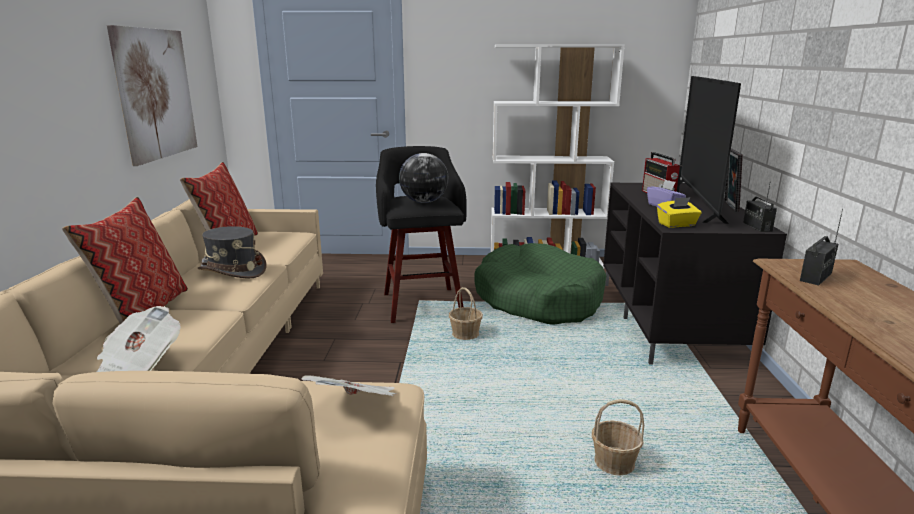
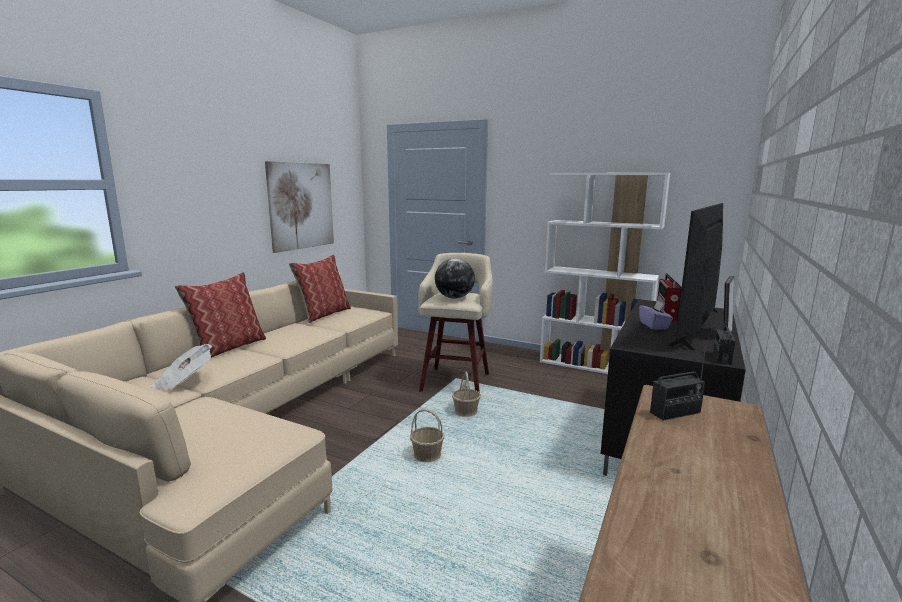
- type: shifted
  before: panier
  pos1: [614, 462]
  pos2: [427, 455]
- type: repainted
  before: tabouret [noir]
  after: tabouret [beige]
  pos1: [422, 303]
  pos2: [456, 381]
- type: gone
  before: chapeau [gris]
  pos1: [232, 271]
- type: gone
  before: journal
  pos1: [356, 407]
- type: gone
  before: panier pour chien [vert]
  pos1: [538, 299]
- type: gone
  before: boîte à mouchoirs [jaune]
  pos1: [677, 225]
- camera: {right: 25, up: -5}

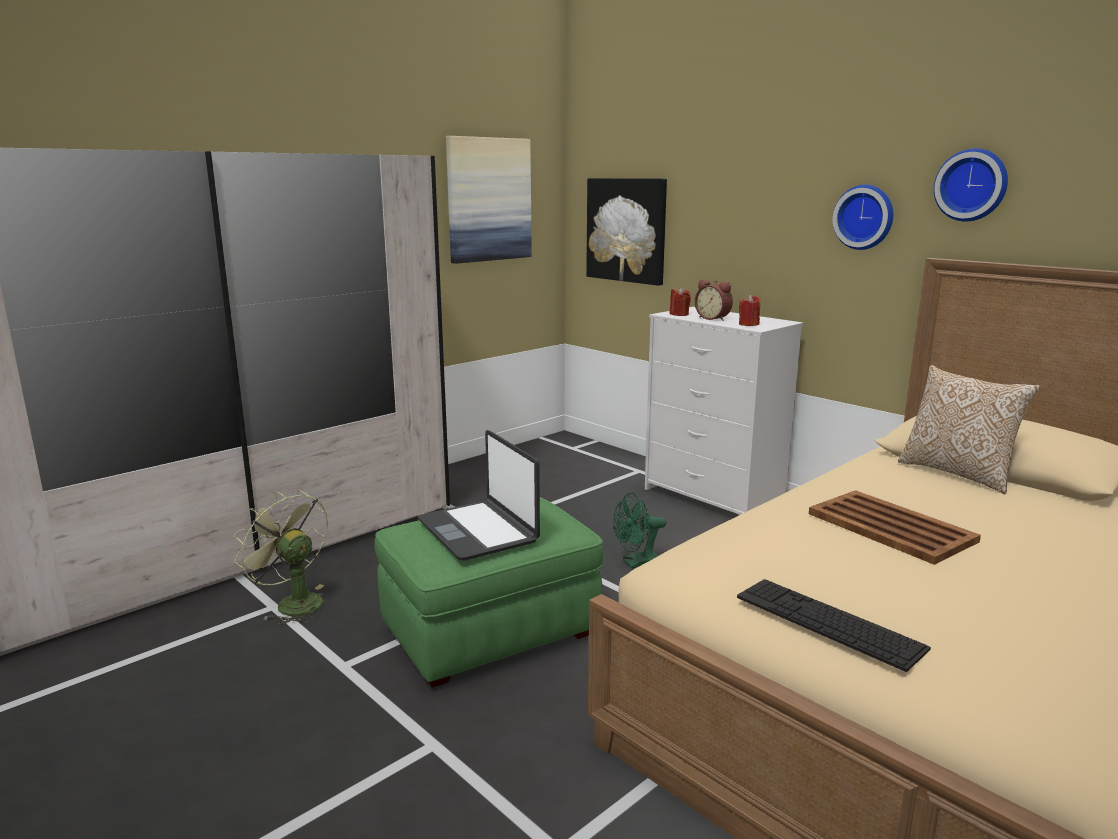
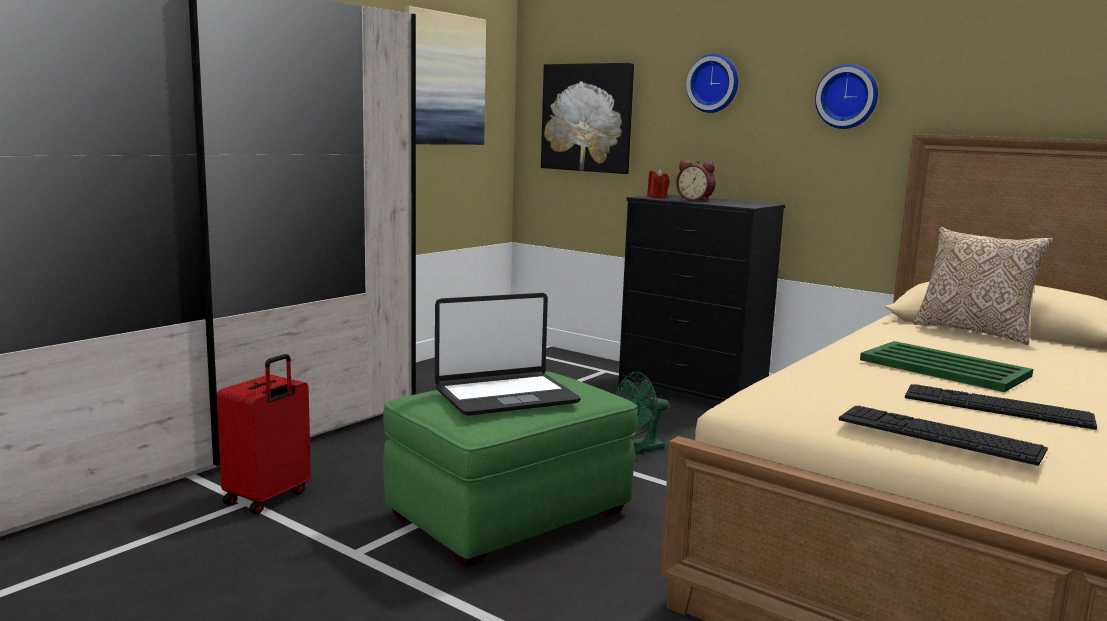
- type: swapped
  before: ventilateur [vert]
  after: valise [rouge]
  pos1: [292, 603]
  pos2: [268, 498]
- type: rotated
  before: ordinateur portable
  pos1: [479, 531]
  pos2: [505, 396]
  turn: -75
- type: repainted
  before: commode [blanc]
  after: commode [noir]
  pos1: [714, 497]
  pos2: [693, 392]
- type: shifted
  before: horloge murale
  pos1: [972, 185]
  pos2: [714, 83]
- type: repainted
  before: plateau [marron]
  after: plateau [vert]
  pos1: [891, 528]
  pos2: [945, 368]
- type: new
  after: clavier
  pos2: [997, 406]
- type: gone
  before: bougie [rouge]
  pos1: [748, 324]
- camera: {right: -10, up: -5}

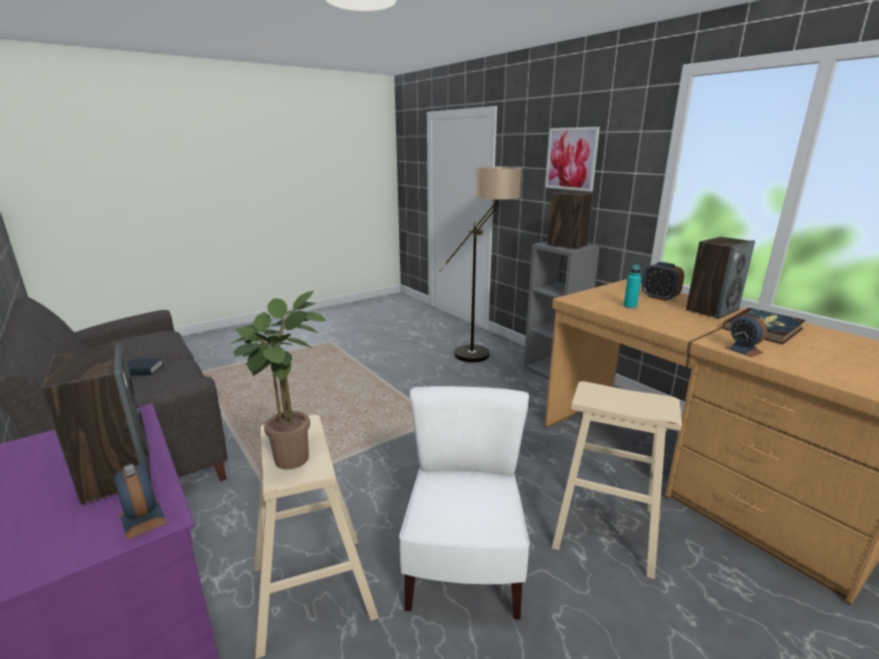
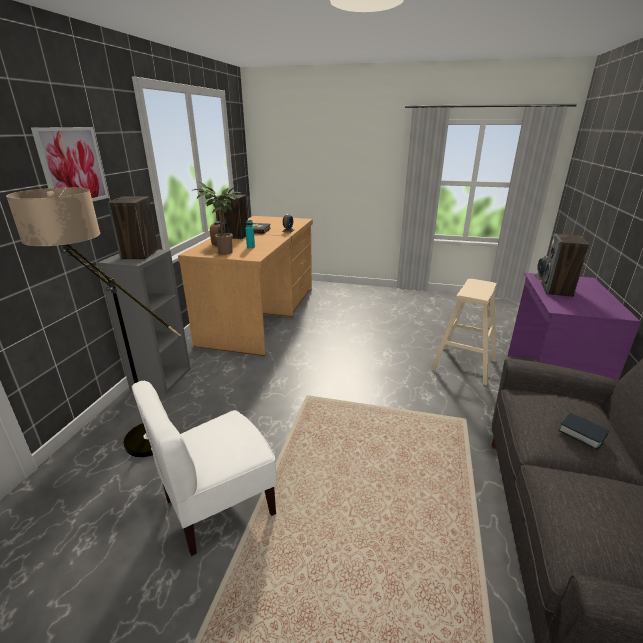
- type: shifted
  before: chaise [blanc]
  pos1: [464, 569]
  pos2: [219, 506]
- type: shifted
  before: plante en pot
  pos1: [291, 455]
  pos2: [223, 253]
- type: gone
  before: tabouret [beige]
  pos1: [605, 527]
- camera: {right: -130, up: 5}

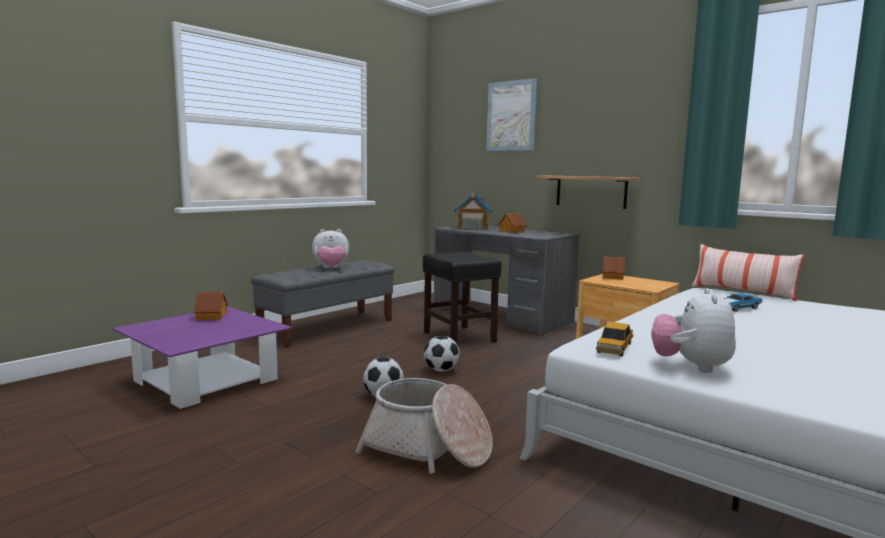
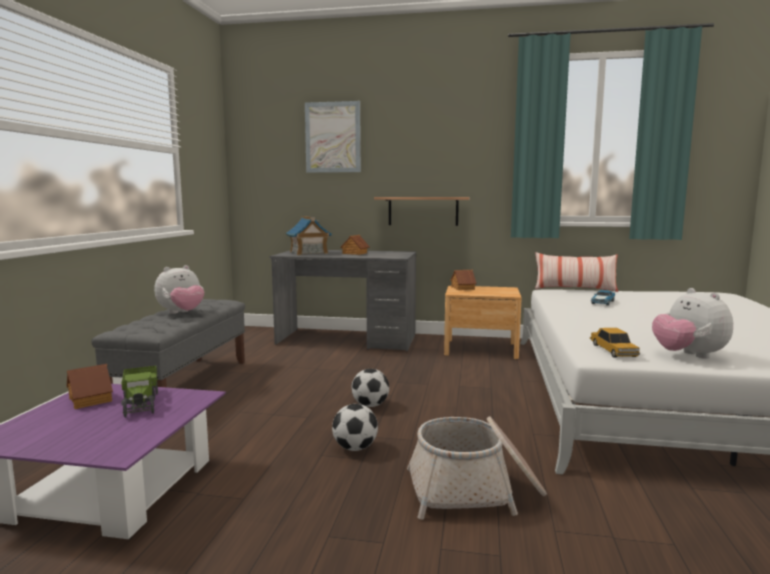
- type: new
  after: camion jouet
  pos2: [141, 402]
- type: gone
  before: tabouret [noir]
  pos1: [458, 337]
- camera: {right: -30, up: 0}

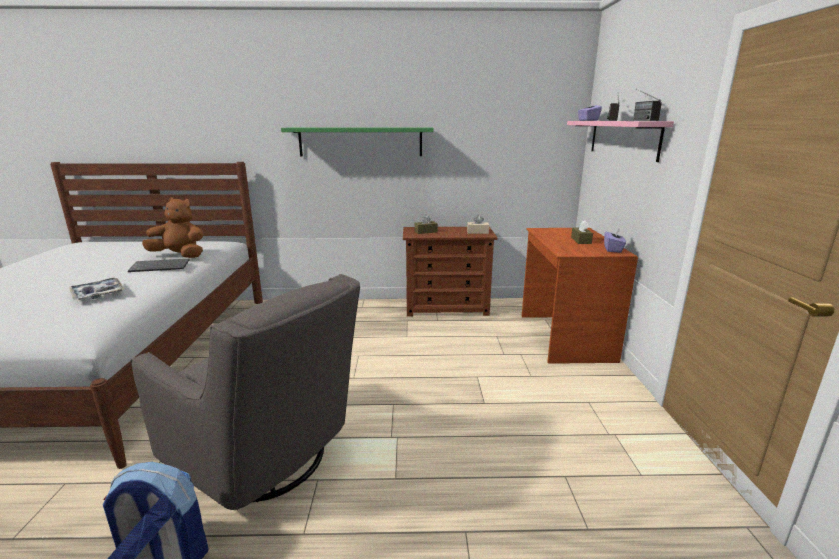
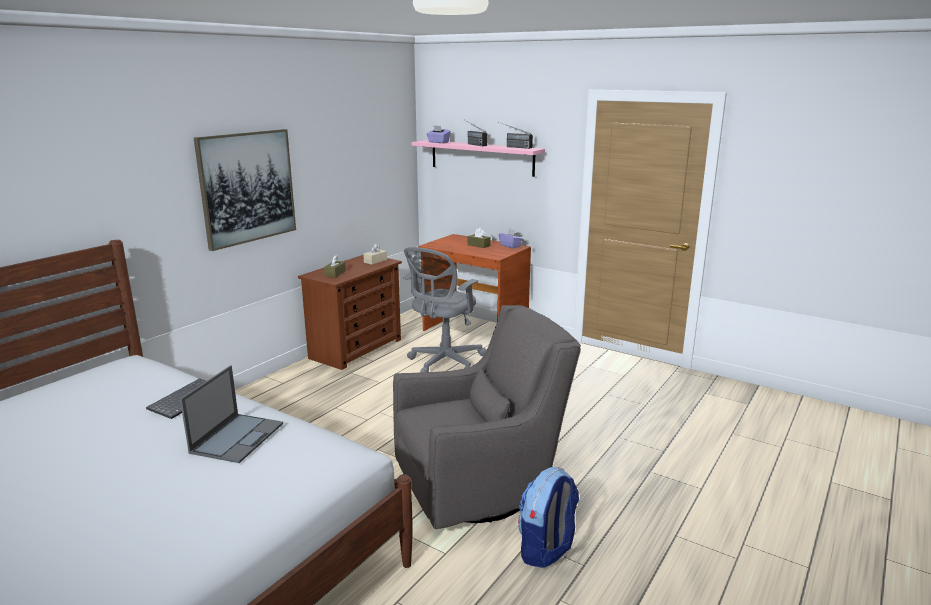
- type: swapped
  before: plateau
  after: ordinateur portable
  pos1: [98, 294]
  pos2: [238, 437]
- type: swapped
  before: étagère [vert]
  after: tableau
  pos1: [360, 142]
  pos2: [247, 187]
- type: new
  after: chaise de bureau [gris]
  pos2: [444, 362]
- type: gone
  before: peluche [marron]
  pos1: [180, 256]
- camera: {right: -55, up: 0}

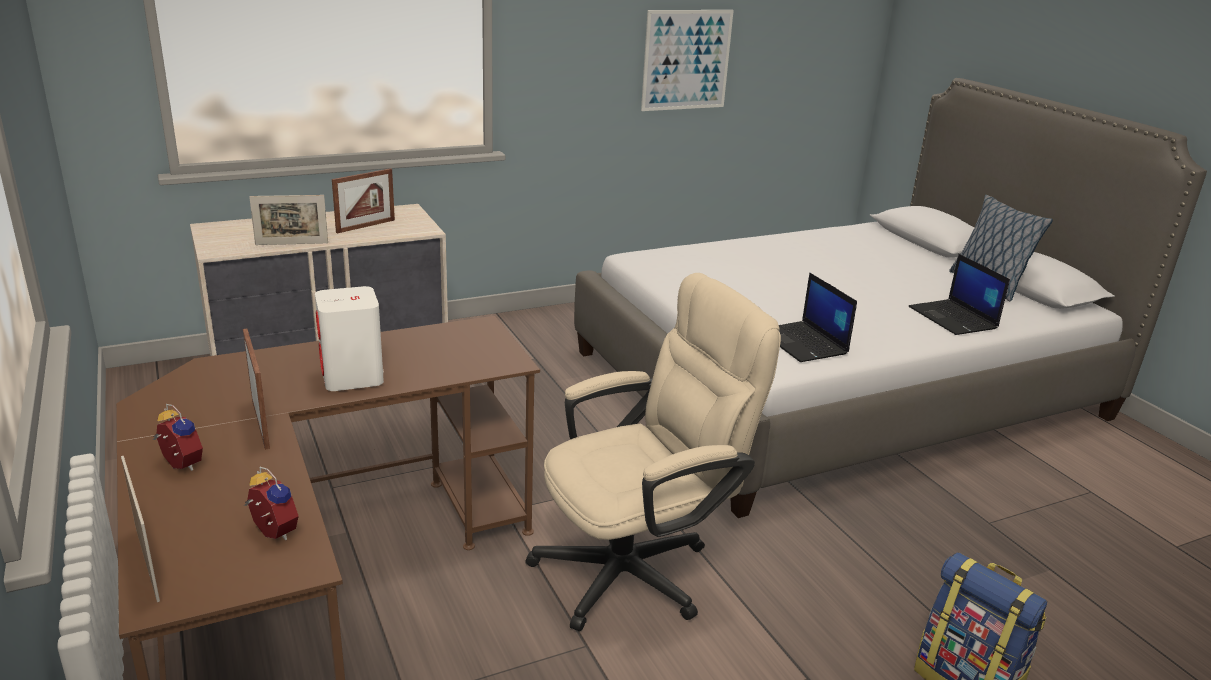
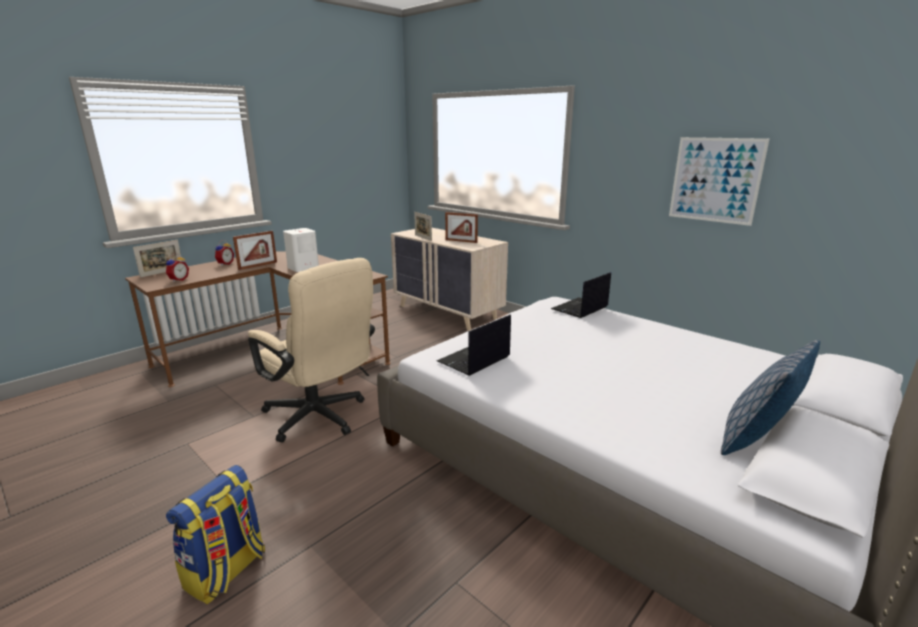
- type: shifted
  before: ordinateur portable
  pos1: [954, 318]
  pos2: [580, 308]
- camera: {right: 70, up: -5}

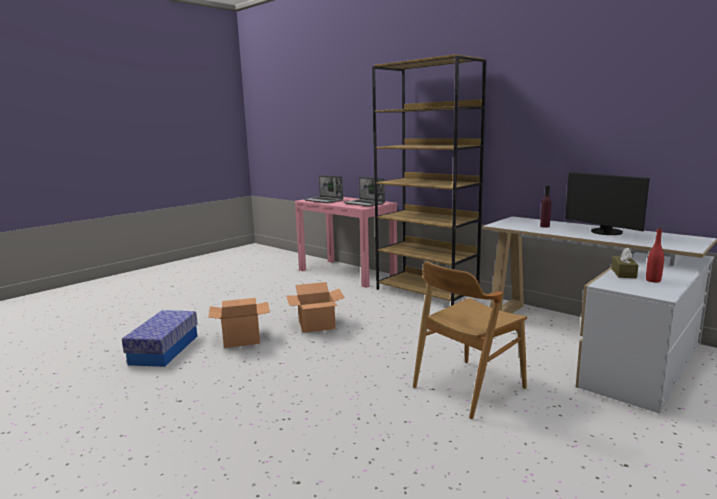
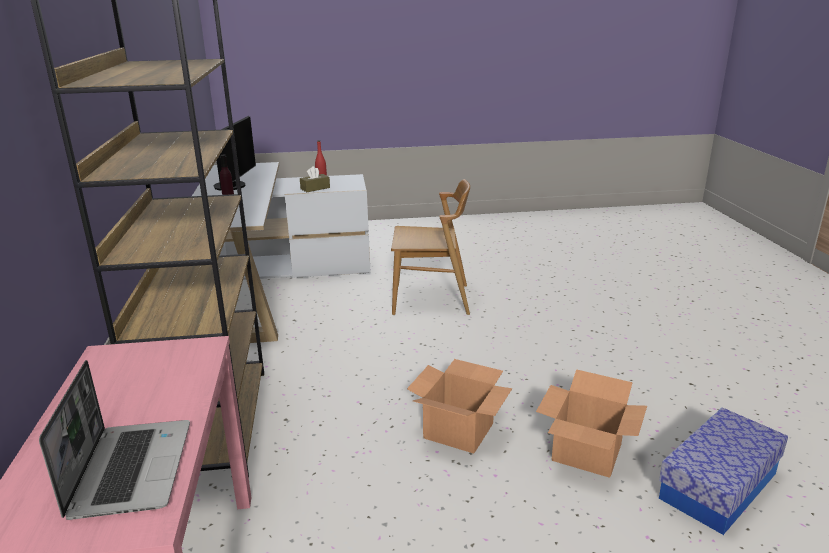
- type: gone
  before: ordinateur portable
  pos1: [364, 203]
- camera: {right: -140, up: 10}

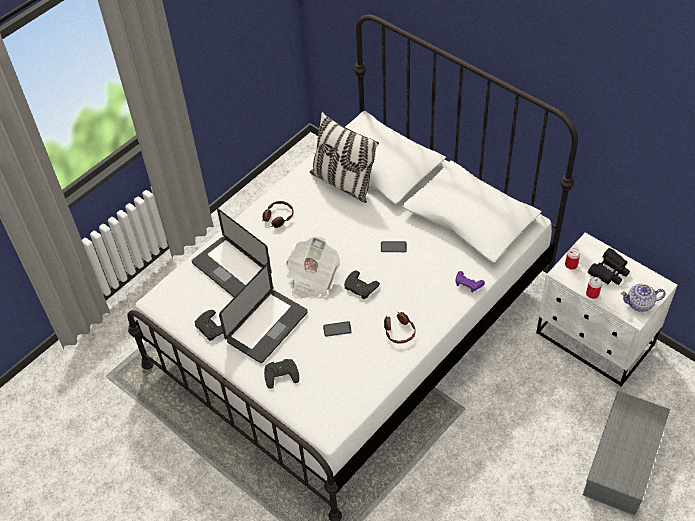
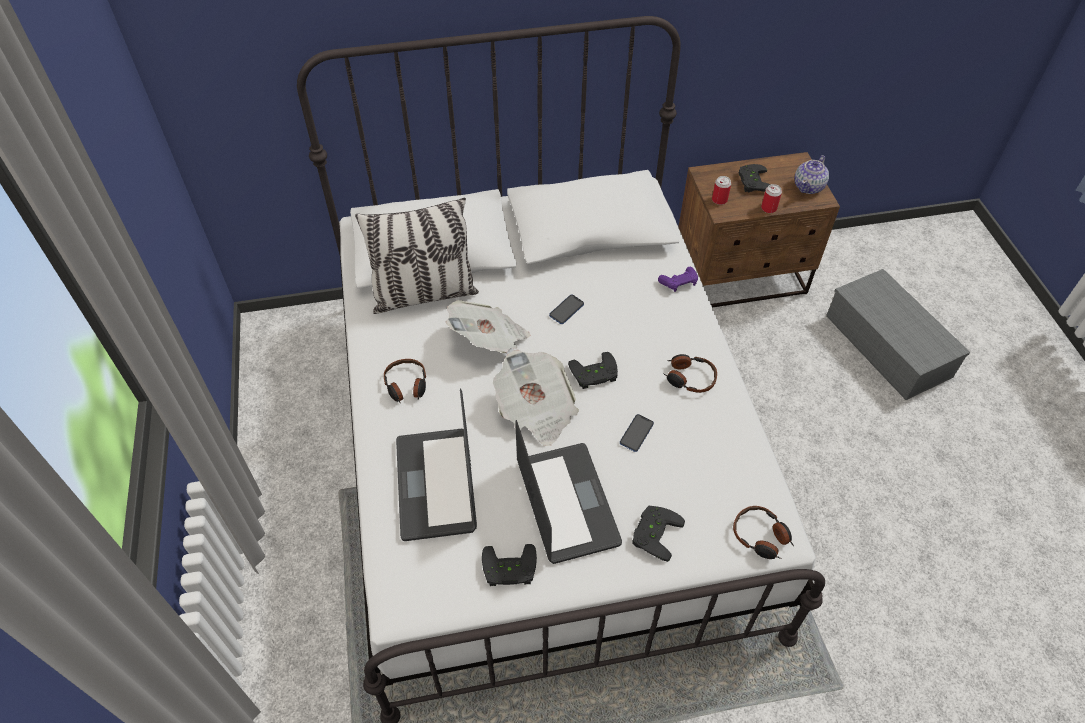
- type: rotated
  before: ordinateur portable
  pos1: [231, 269]
  pos2: [436, 484]
  turn: 90
- type: new
  after: journal
  pos2: [489, 340]
- type: repainted
  before: table de chevet [blanc]
  after: table de chevet [marron]
  pos1: [594, 340]
  pos2: [740, 277]
- type: new
  after: casque audio
  pos2: [761, 537]
- type: swapped
  before: jumelles [noir]
  after: manette [noir]
  pos1: [609, 271]
  pos2: [752, 181]
- camera: {right: -55, up: 0}

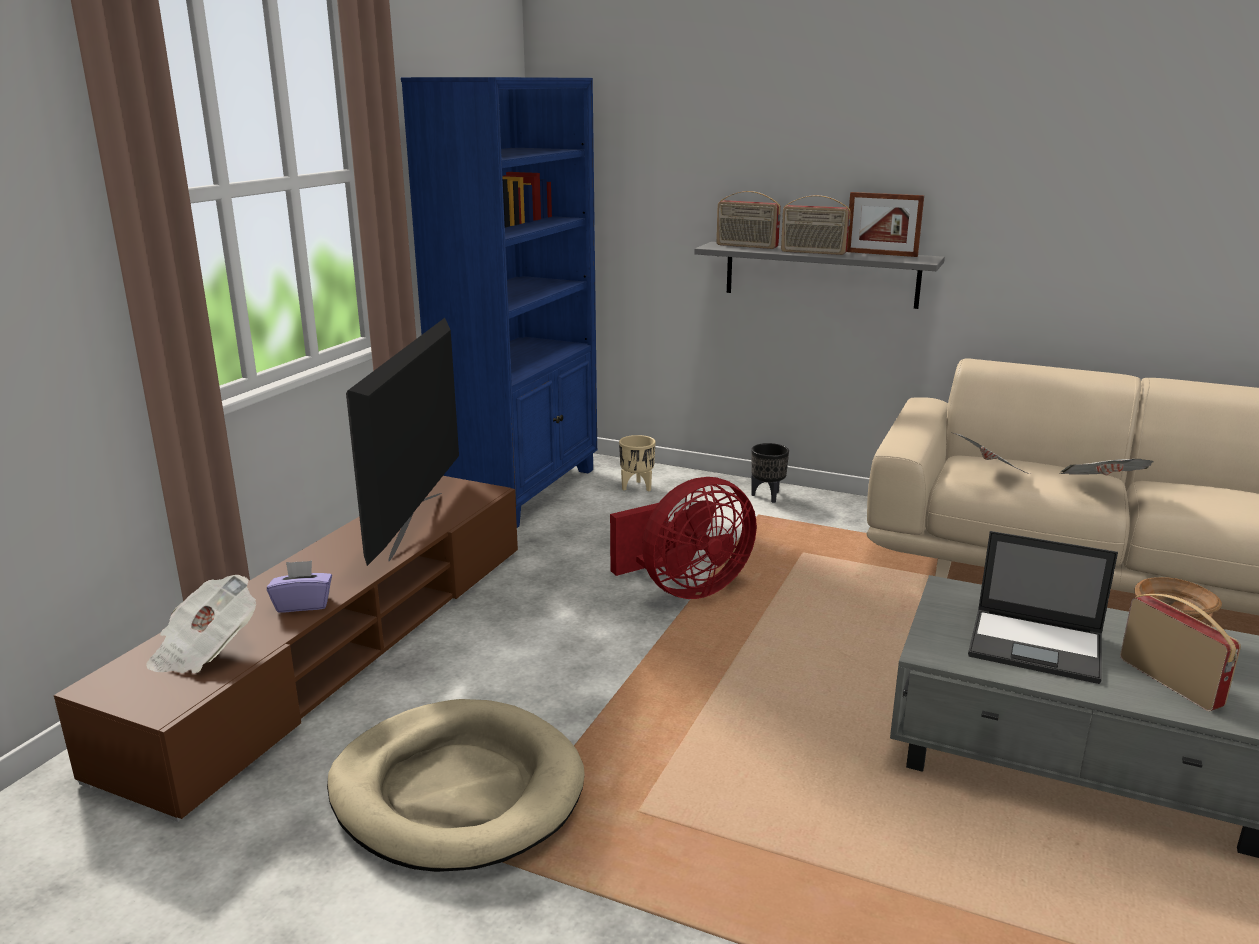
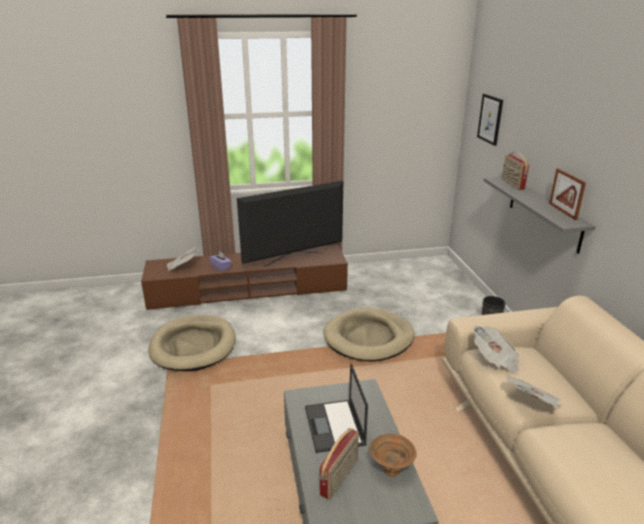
- type: swapped
  before: ventilateur [rouge]
  after: panier pour chien [beige]
  pos1: [685, 589]
  pos2: [369, 338]
- type: new
  after: tableau
  pos2: [490, 119]
- type: gone
  before: bibliothèque [bleu]
  pos1: [522, 491]
- type: gone
  before: cache-pot [beige]
  pos1: [637, 487]
- type: gone
  before: radio
  pos1: [813, 252]
- camera: {right: 55, up: 5}

